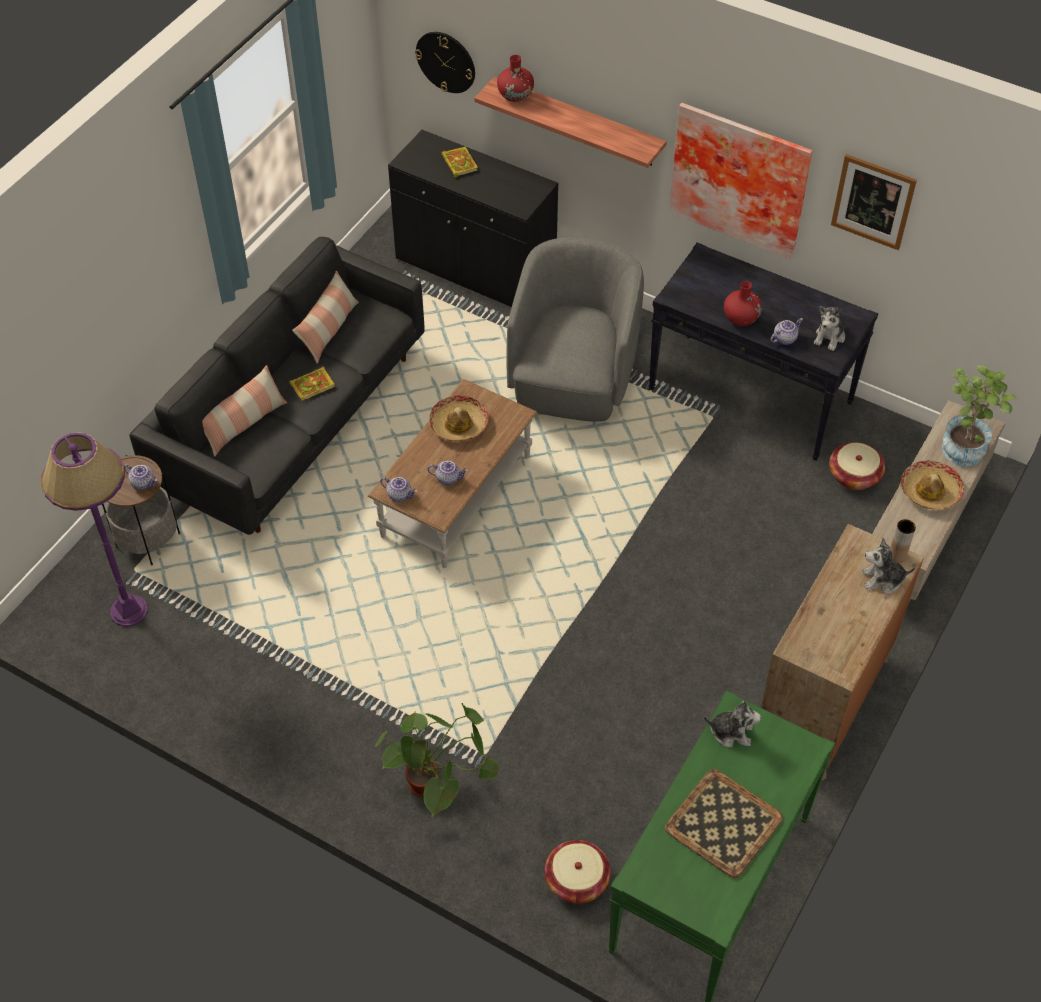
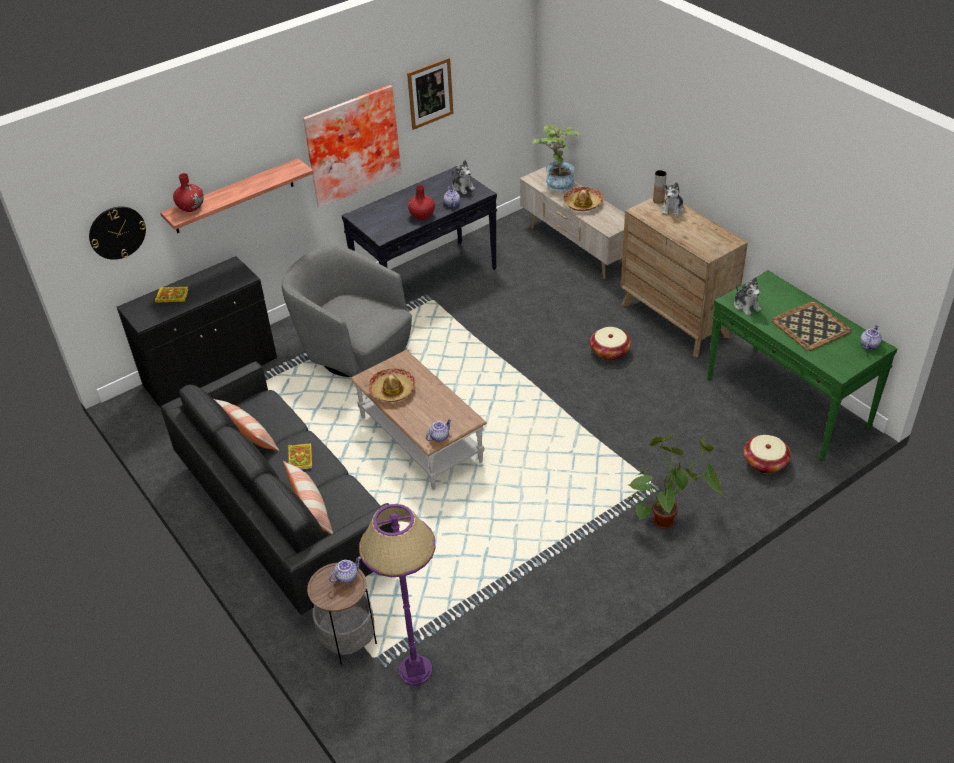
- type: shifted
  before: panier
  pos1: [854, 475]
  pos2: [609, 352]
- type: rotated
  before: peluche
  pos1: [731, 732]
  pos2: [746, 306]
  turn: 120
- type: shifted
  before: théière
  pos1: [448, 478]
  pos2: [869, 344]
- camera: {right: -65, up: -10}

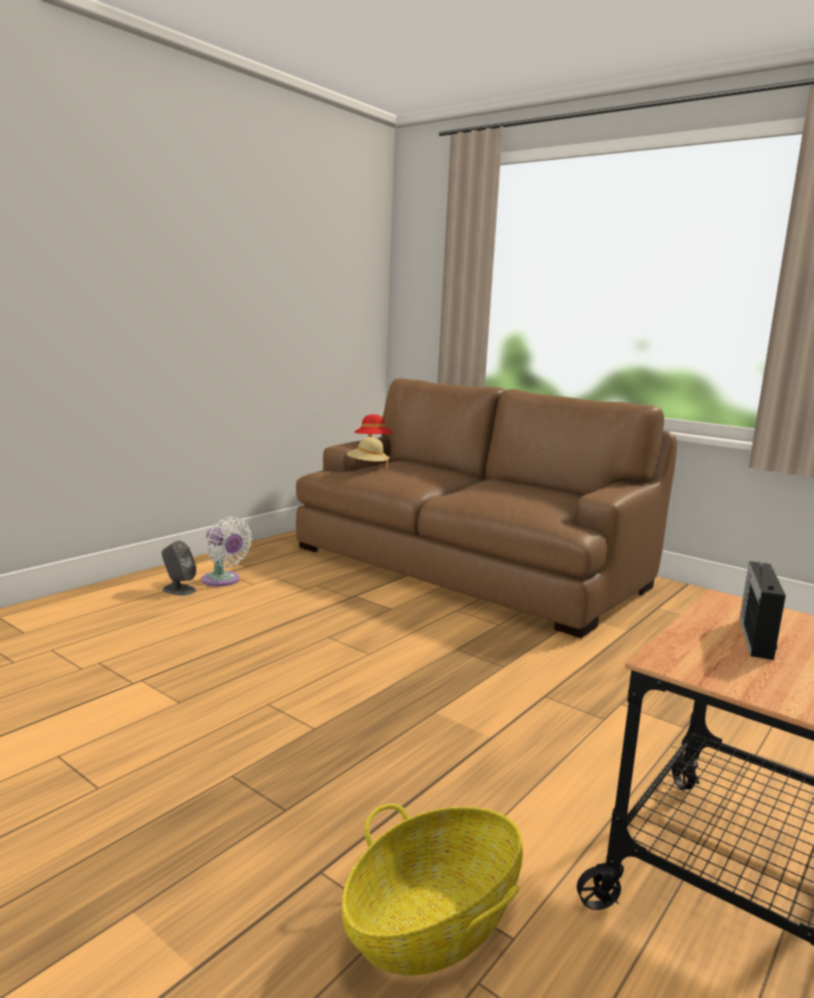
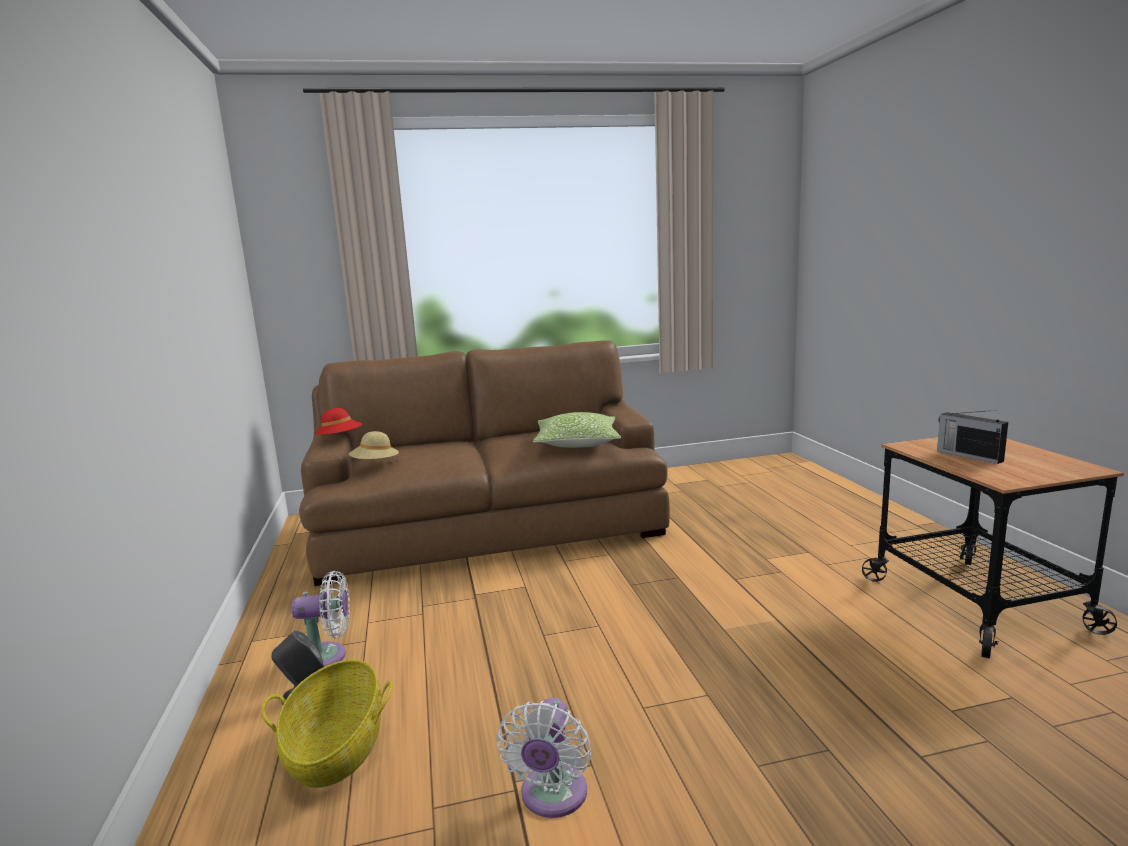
- type: shifted
  before: panier
  pos1: [433, 923]
  pos2: [336, 748]
- type: new
  after: ventilateur [blanc]
  pos2: [552, 797]
- type: new
  after: coussin
  pos2: [577, 443]
- camera: {right: -50, up: 0}

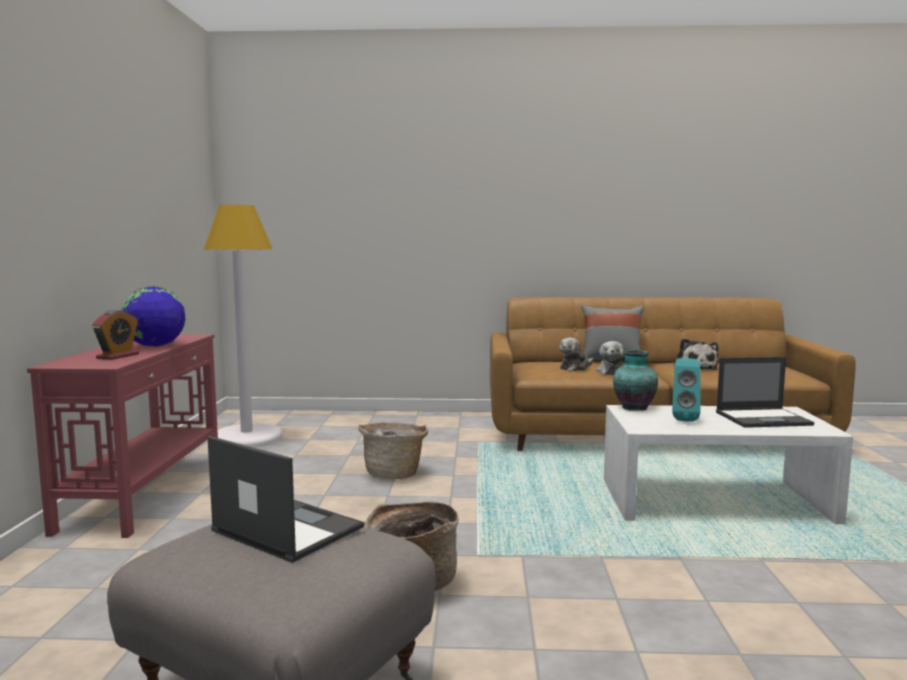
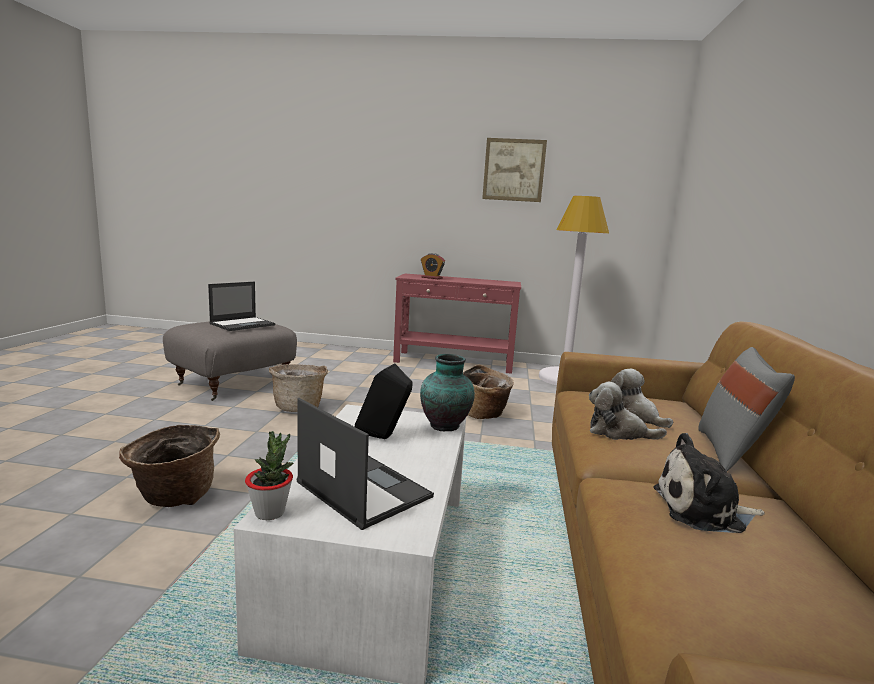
- type: new
  after: panier
  pos2: [174, 497]
- type: new
  after: plante en pot
  pos2: [270, 512]
- type: rotated
  before: ordinateur portable
  pos1: [764, 418]
  pos2: [362, 489]
  turn: 135
- type: repainted
  before: enceinte [turquoise]
  after: enceinte [noir]
  pos1: [684, 419]
  pos2: [383, 438]
- type: new
  after: tableau
  pos2: [514, 170]
- type: gone
  before: globe
  pos1: [155, 346]
- camera: {right: 95, up: 5}

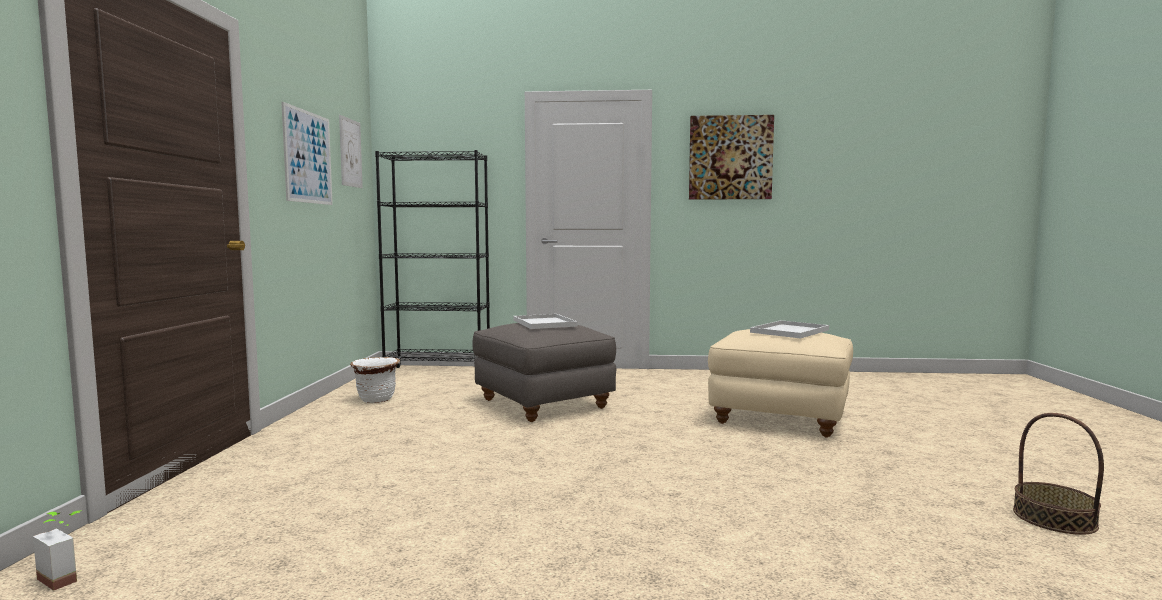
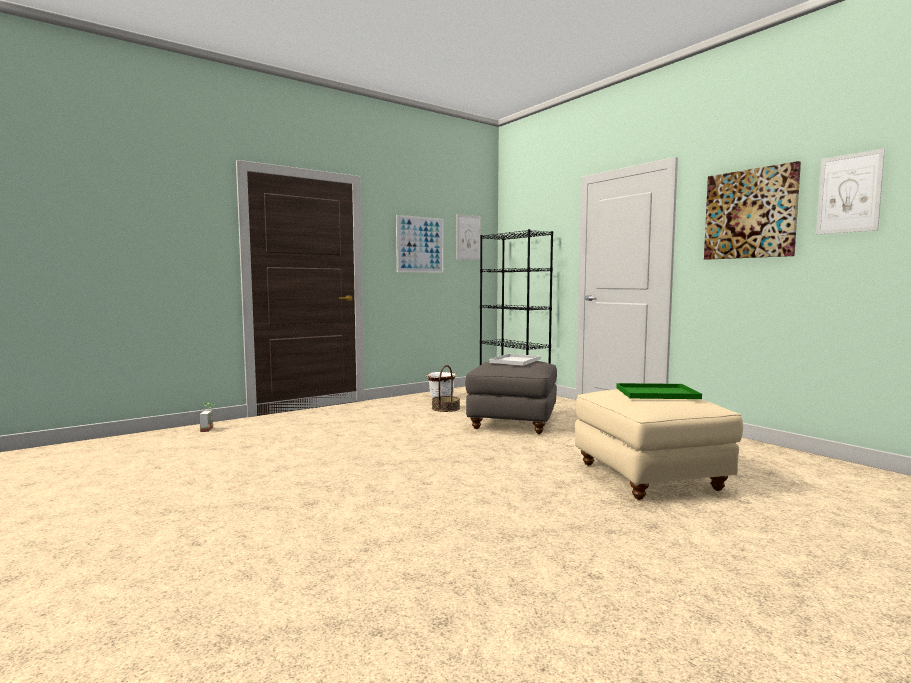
- type: shifted
  before: panier
  pos1: [1054, 518]
  pos2: [445, 408]
- type: repainted
  before: plateau [blanc]
  after: plateau [vert]
  pos1: [789, 331]
  pos2: [658, 393]
- type: new
  after: tableau
  pos2: [849, 193]
- camera: {right: 50, up: 0}

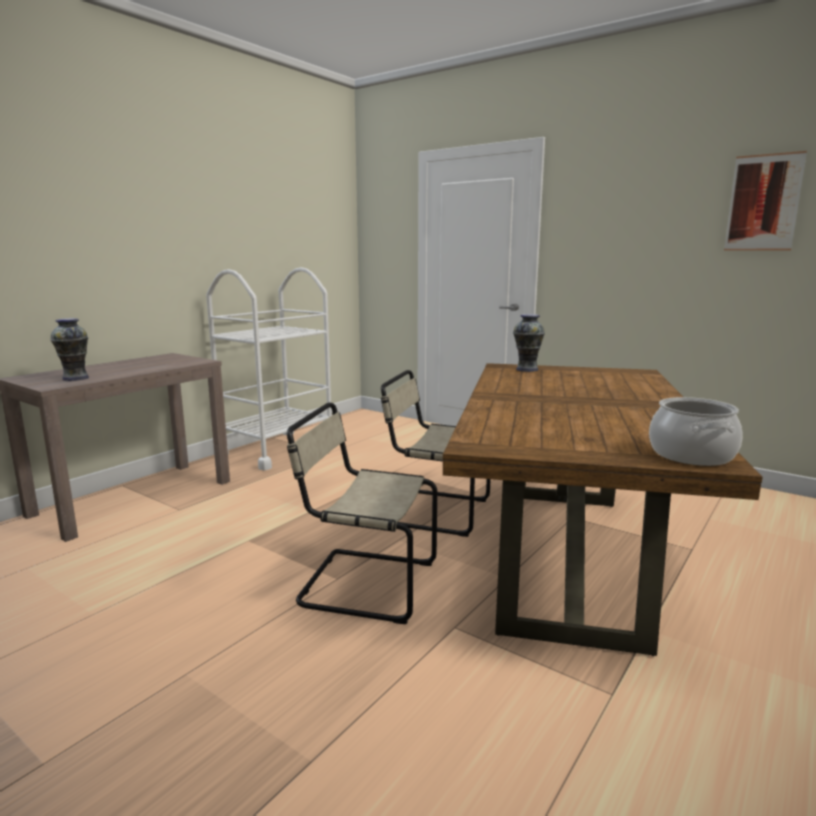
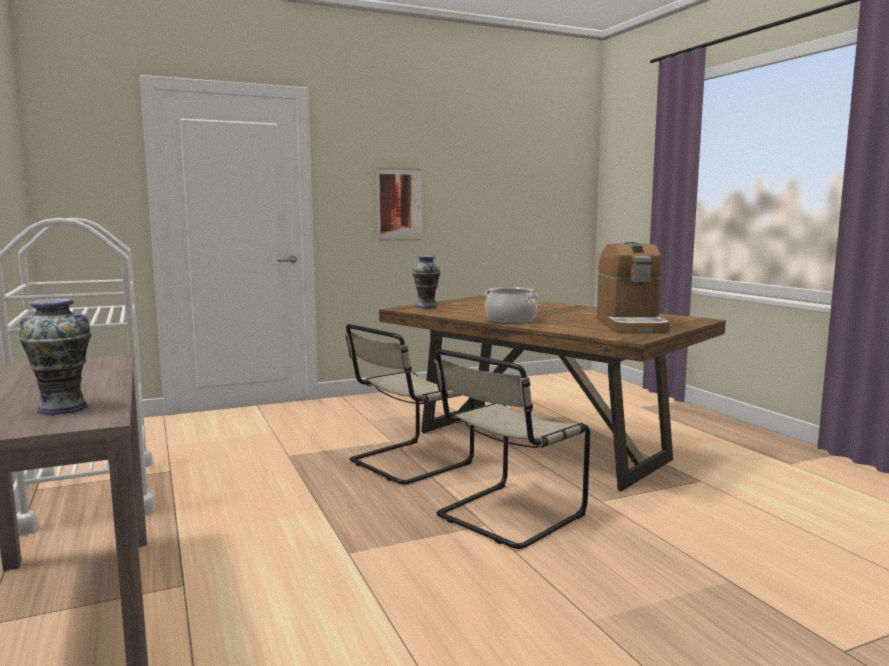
- type: shifted
  before: tableau
  pos1: [763, 203]
  pos2: [399, 204]
- type: shifted
  before: marmite
  pos1: [690, 454]
  pos2: [510, 320]
- type: new
  after: machine à café
  pos2: [631, 325]
- camera: {right: -60, up: -5}

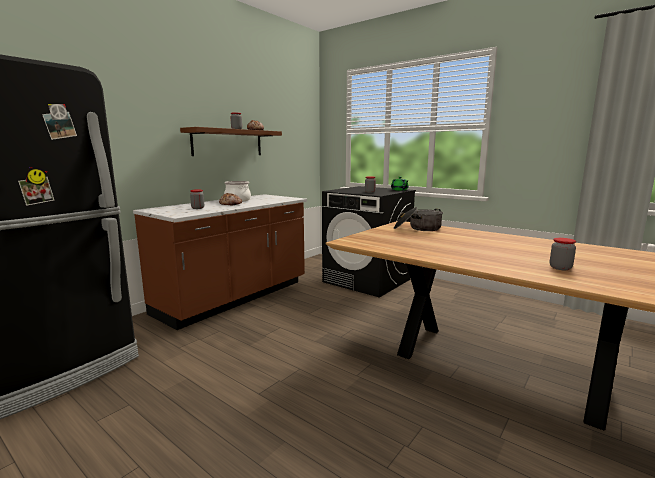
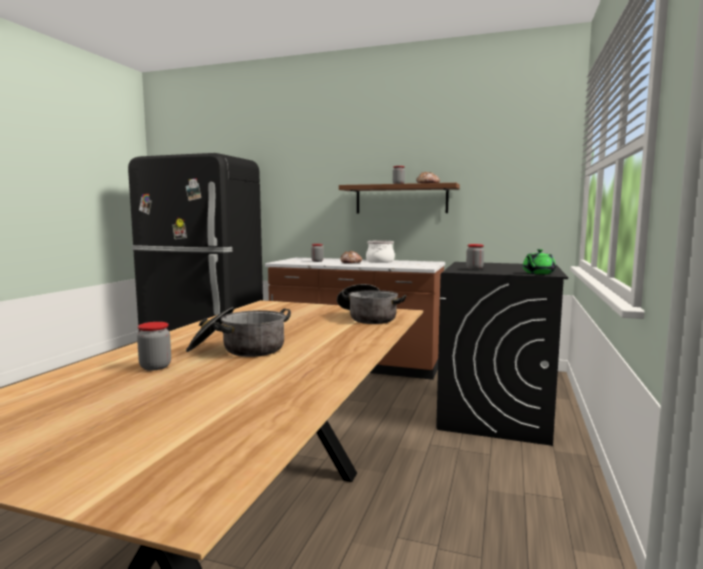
- type: new
  after: marmite
  pos2: [239, 350]
- camera: {right: 70, up: -5}

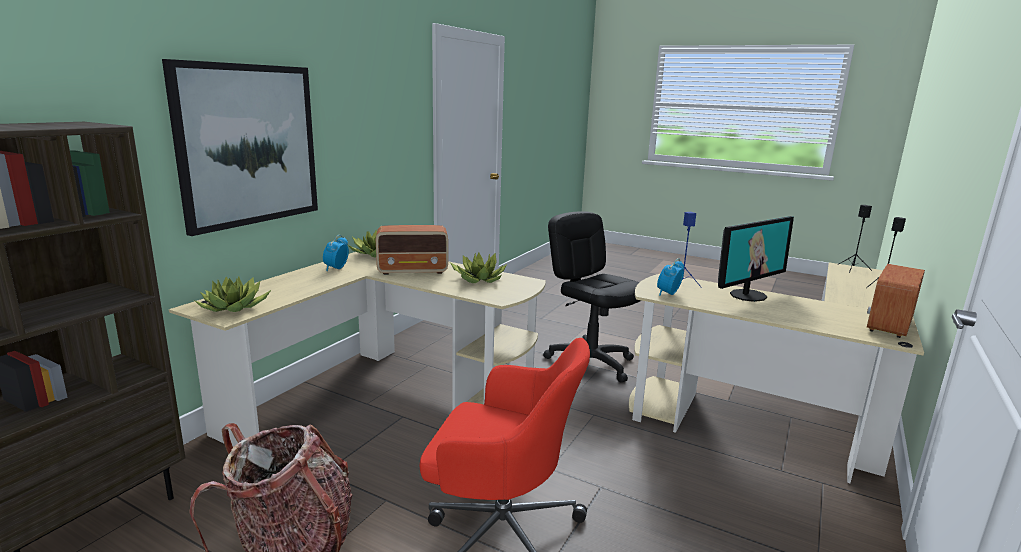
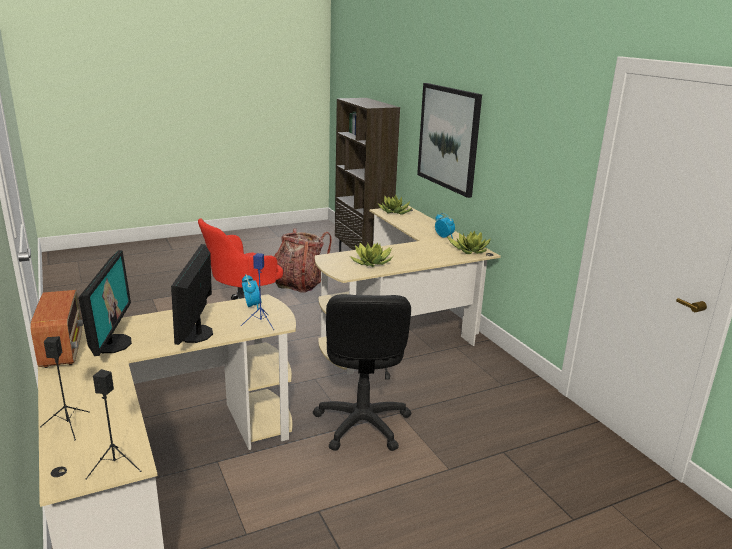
- type: new
  after: écran d'ordinateur
  pos2: [112, 343]
- type: rotated
  before: chaise de bureau [noir]
  pos1: [590, 364]
  pos2: [362, 424]
  turn: 90
- type: gone
  before: radio
  pos1: [413, 271]
- camera: {right: 125, up: 5}

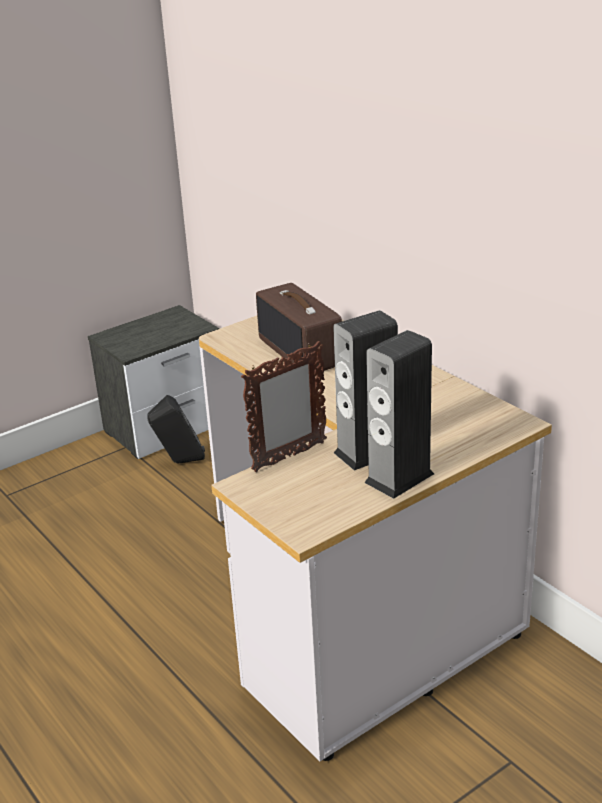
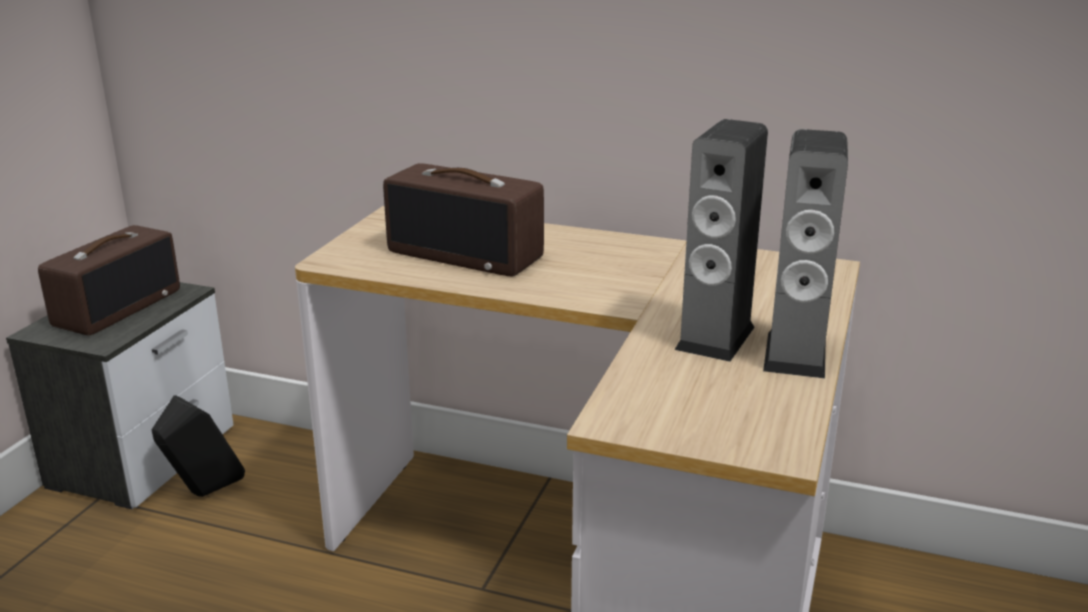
- type: new
  after: radio
  pos2: [117, 307]
- type: gone
  before: cadre photo
  pos1: [288, 457]
- camera: {right: -35, up: -5}

